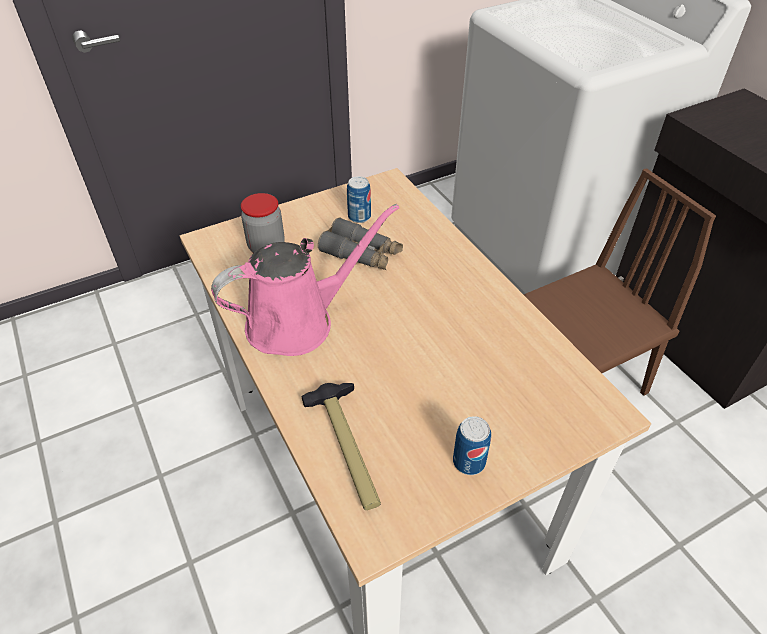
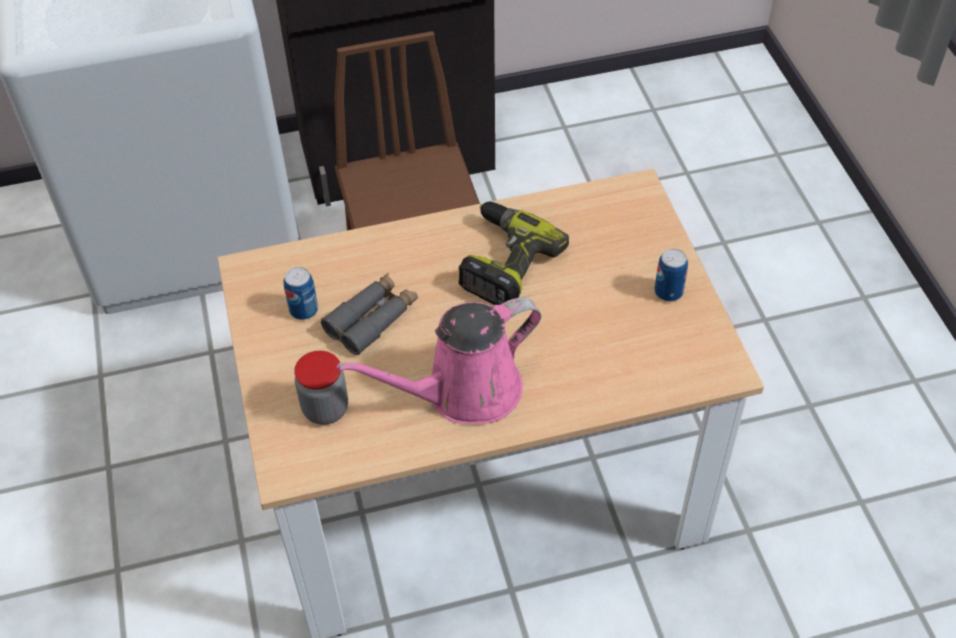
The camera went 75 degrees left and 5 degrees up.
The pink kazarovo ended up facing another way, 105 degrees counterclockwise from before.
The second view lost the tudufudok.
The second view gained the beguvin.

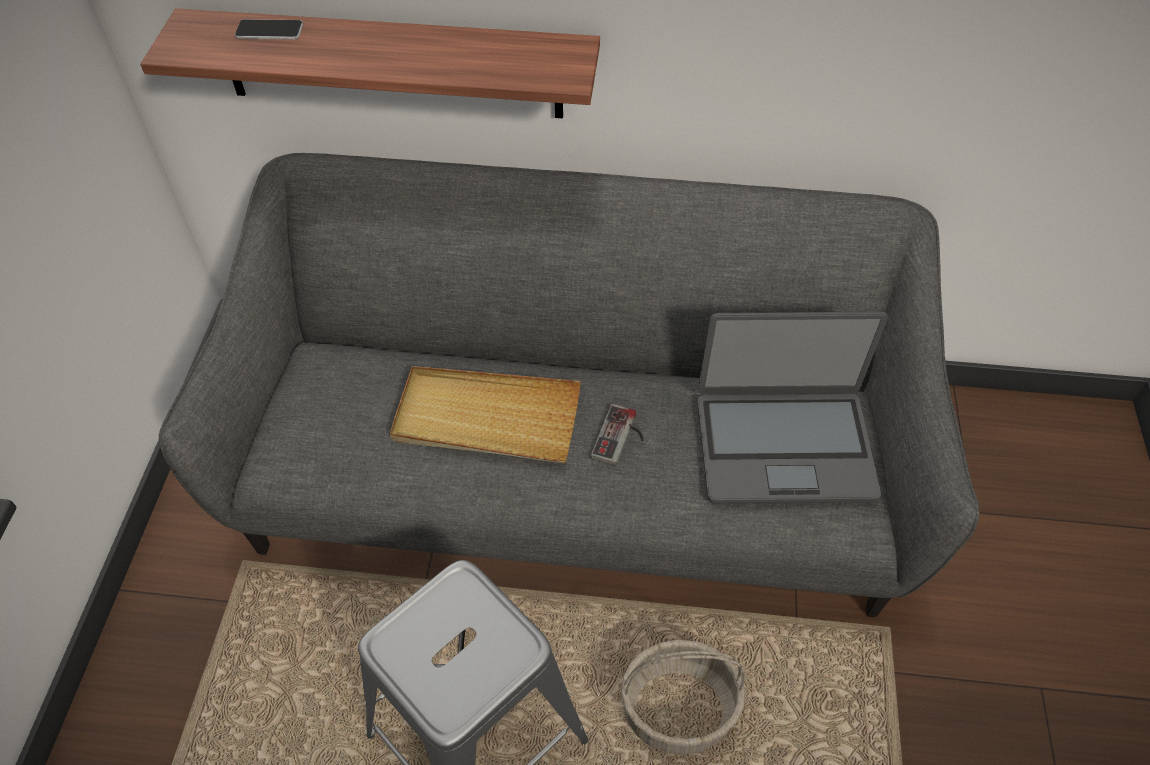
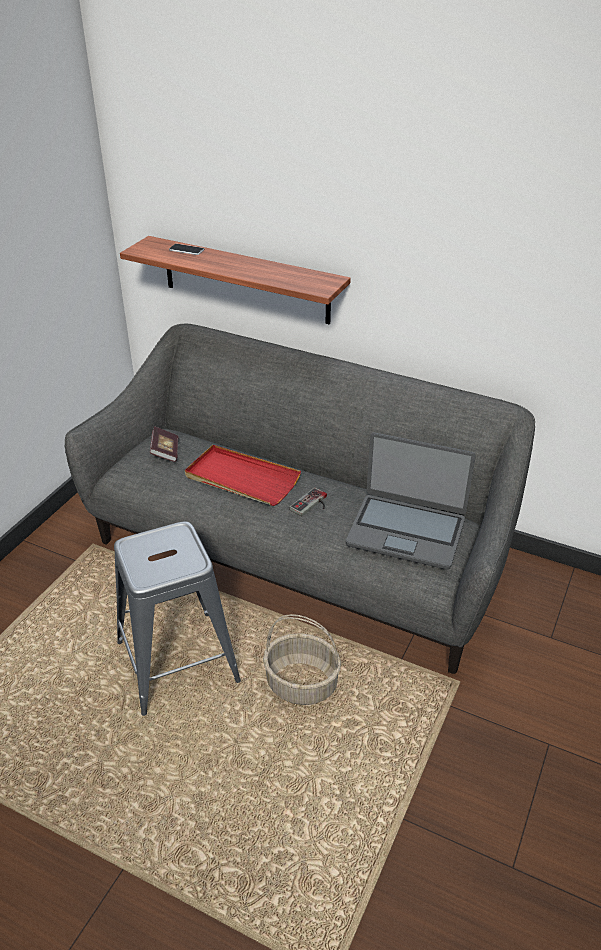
The camera went 20 degrees right and 15 degrees down.
What was the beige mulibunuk turned into the red mulibunuk.
The second view gained the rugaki.

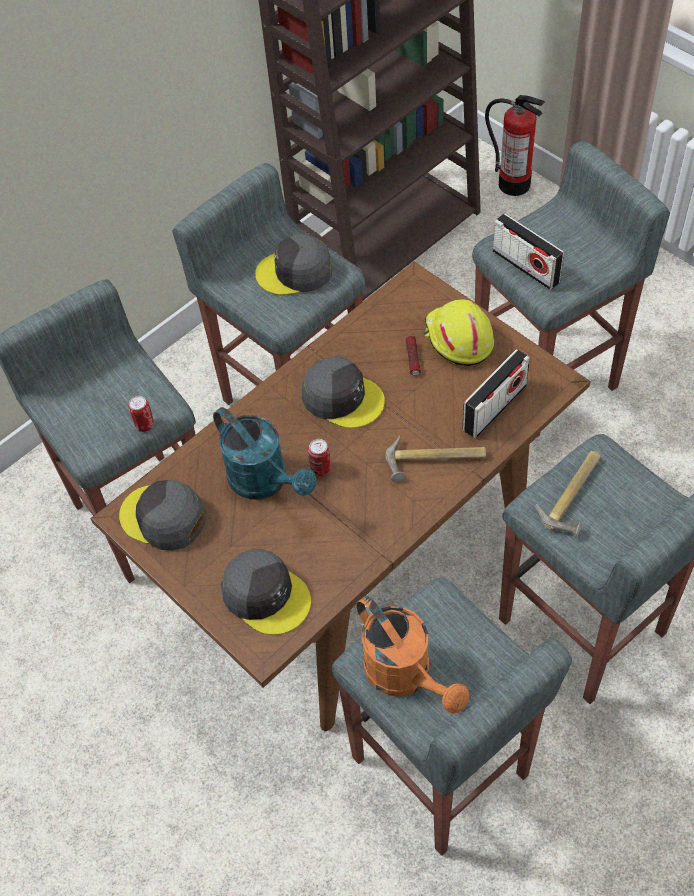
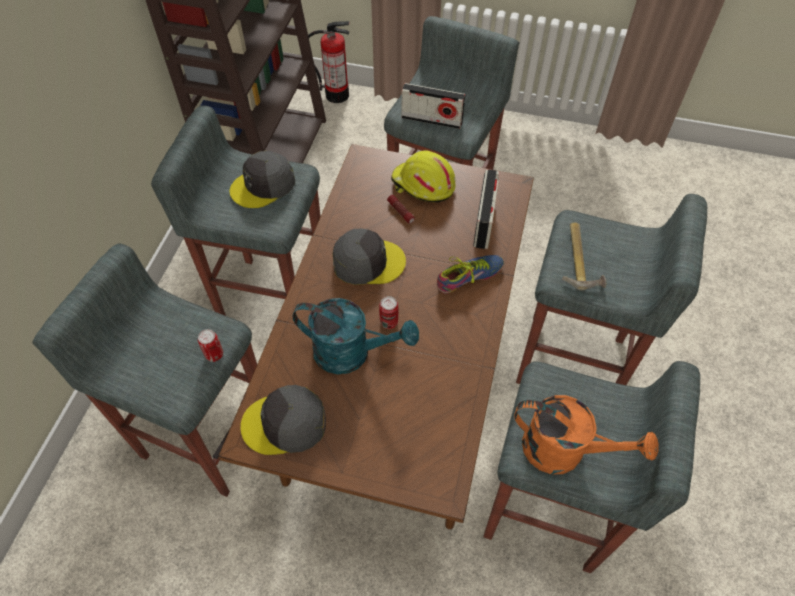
The camera went 35 degrees left and 0 degrees up.
The second view lost the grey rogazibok (2nd from left).
Where the tudufudok (1st from left) stood, the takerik came to stand.

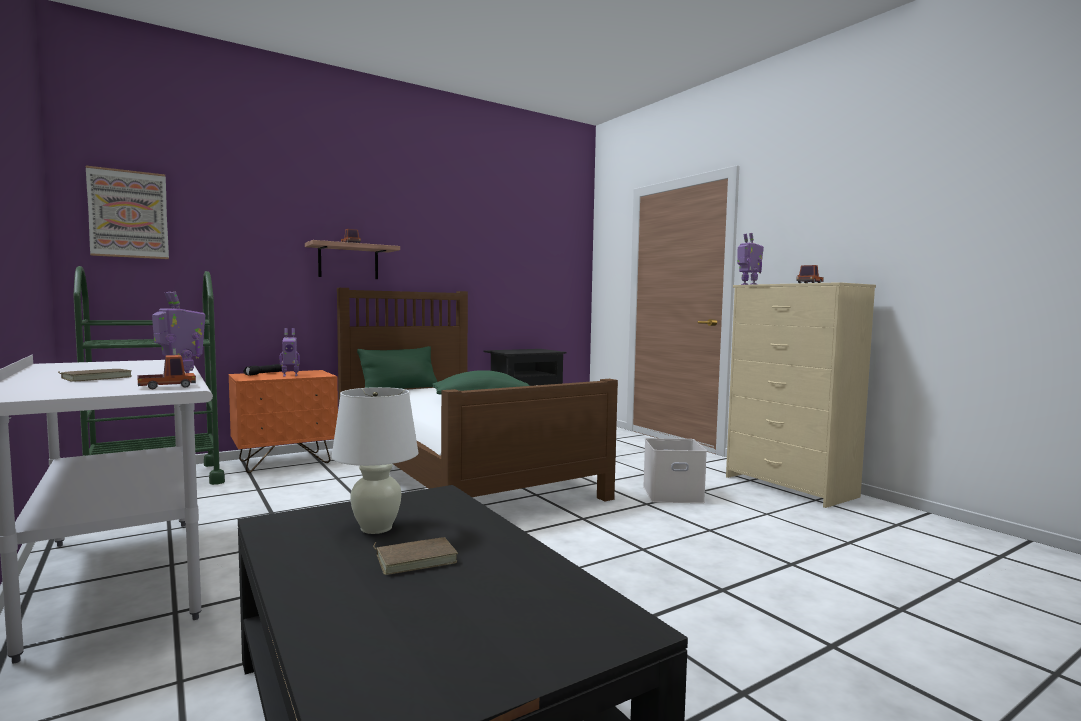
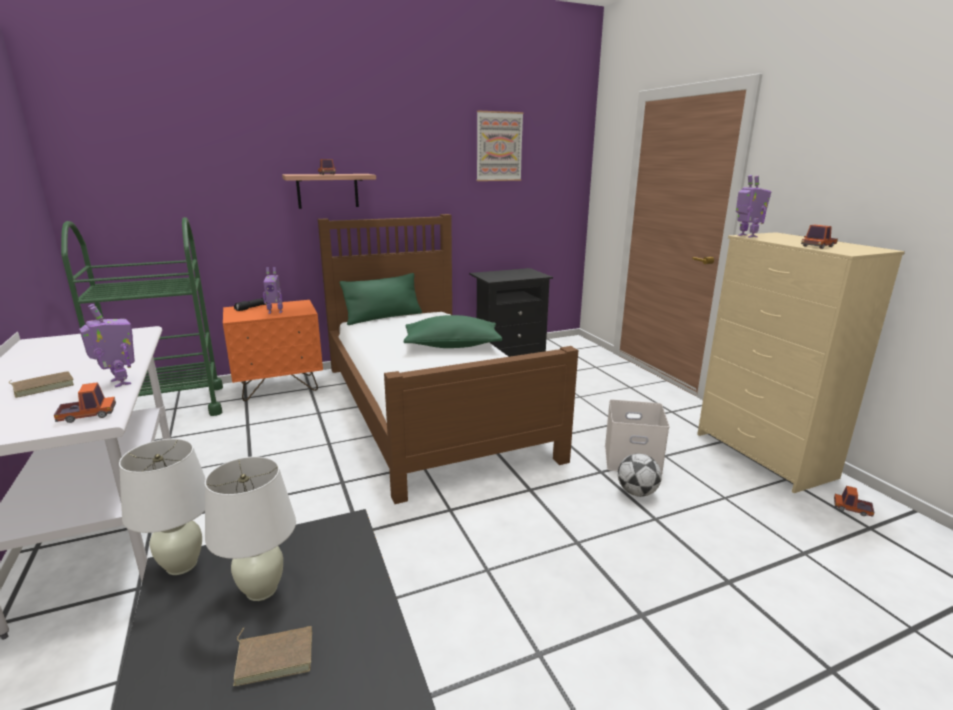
The camera went 10 degrees right and 15 degrees up.
The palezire ended up elsewhere.
The second view gained the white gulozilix (1st from left).
The second view gained the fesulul.
The second view gained the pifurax (4th from left).

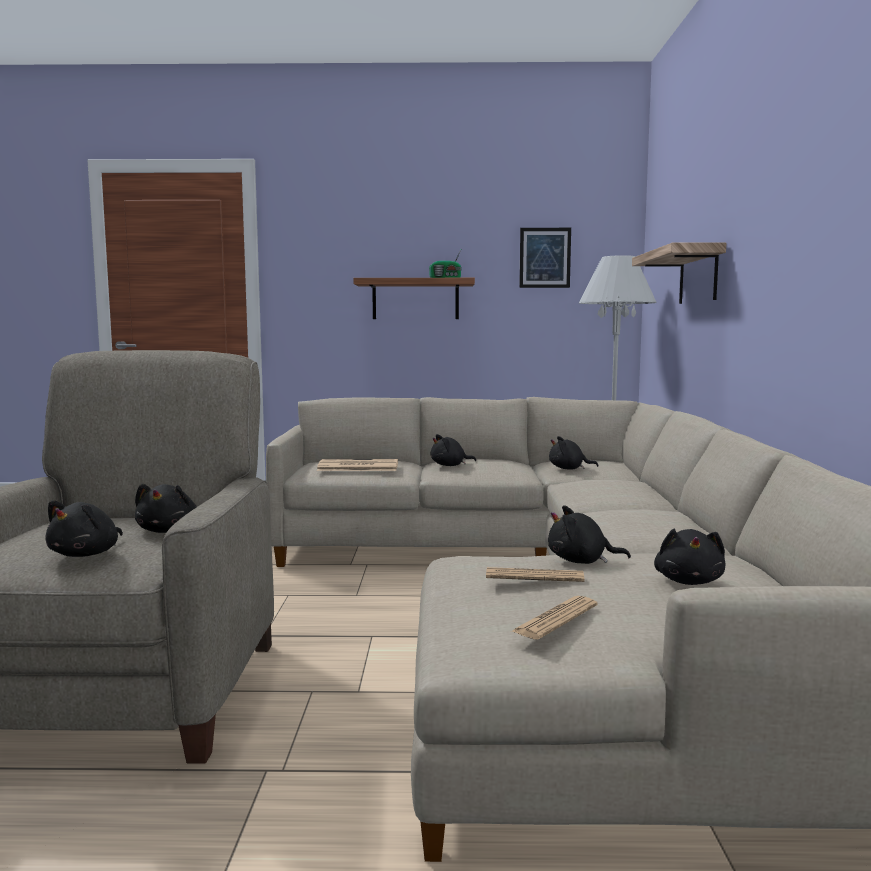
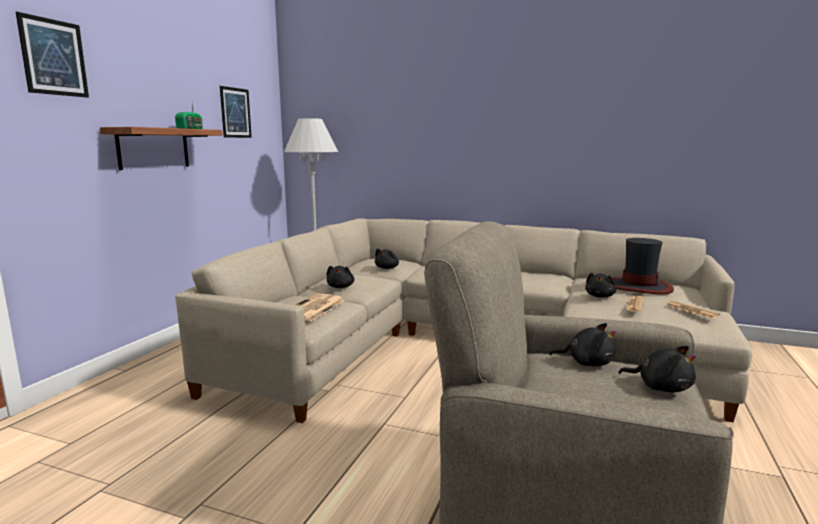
The camera went 70 degrees left and 5 degrees up.
The second view lost the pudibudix (2nd from left).
Where the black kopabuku (6th from left) stood, the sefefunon came to stand.
The second view gained the palezire (1st from left).

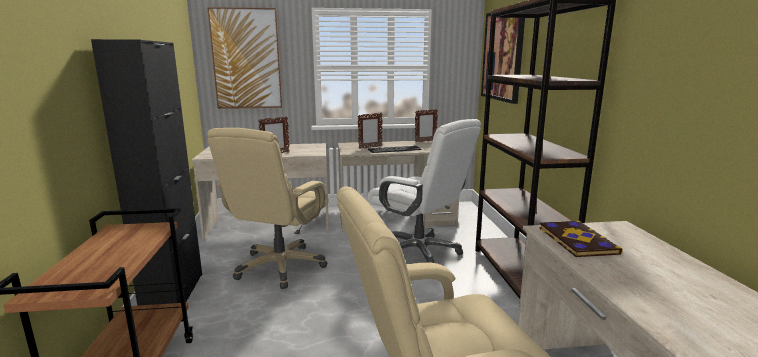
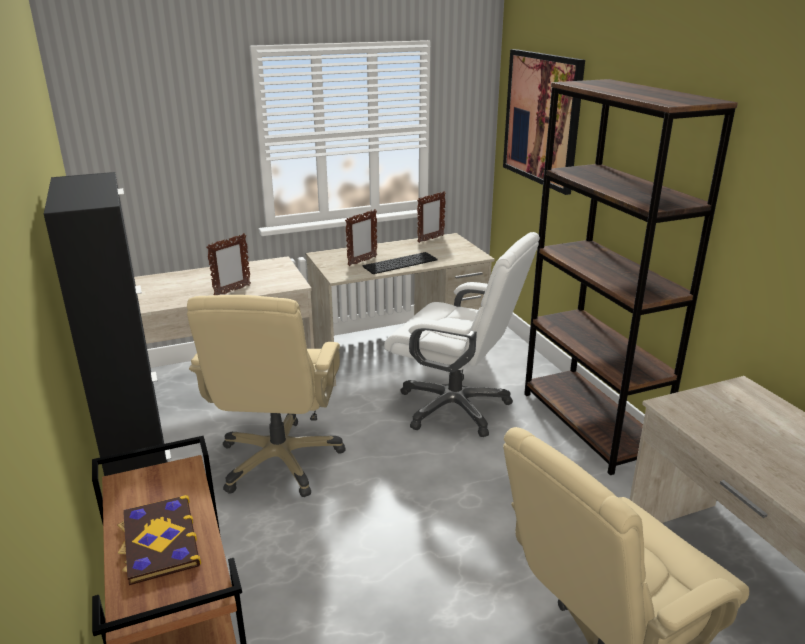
The camera went 15 degrees left and 10 degrees up.
The second view lost the palezire (1st from left).
The rugaki ended up elsewhere.

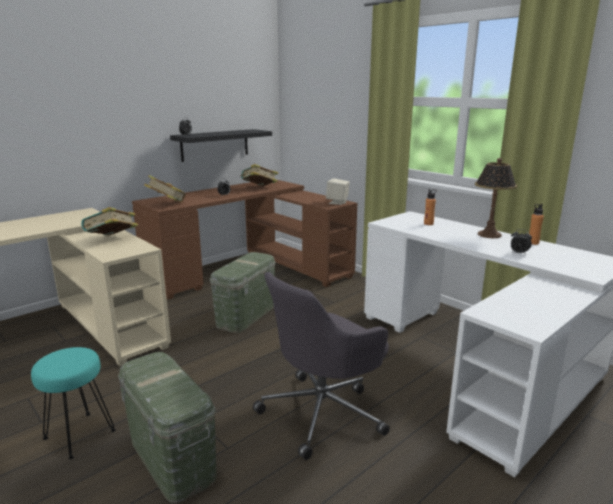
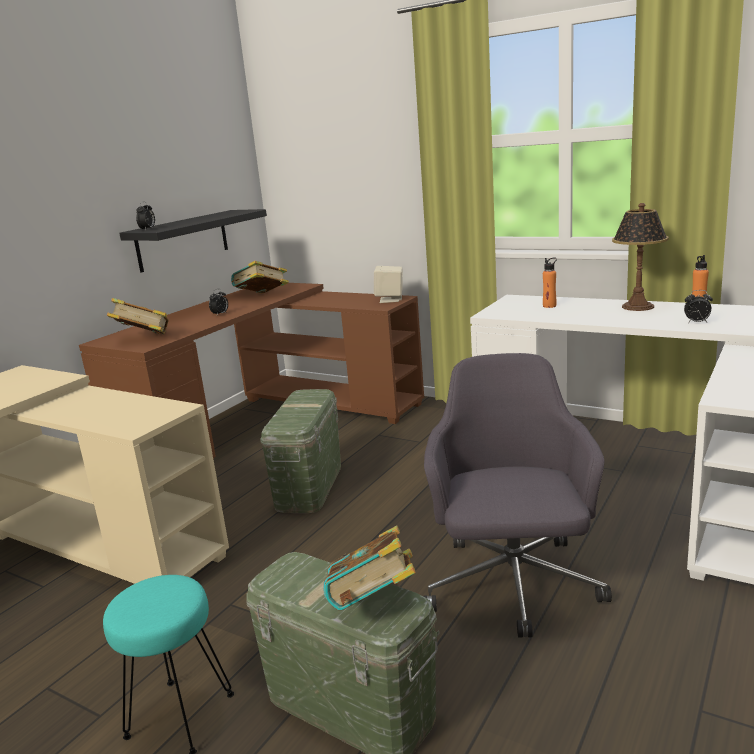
The camera went 15 degrees left and 0 degrees up.
The rugaki (1st from left in the first image) ended up elsewhere.
The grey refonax ended up facing another way, 150 degrees clockwise from before.

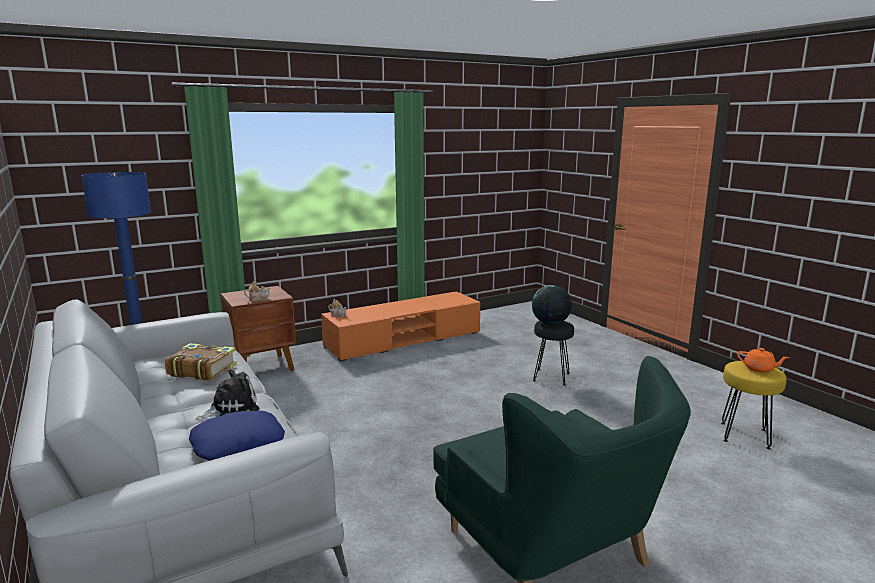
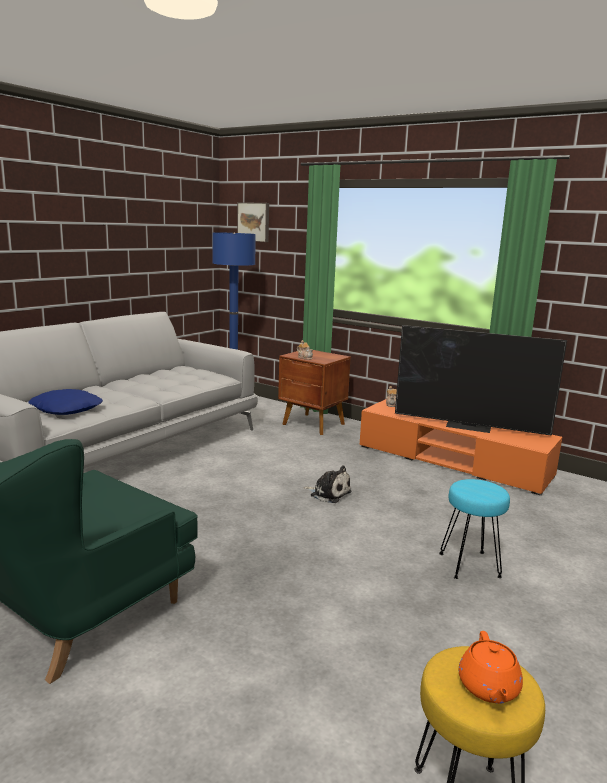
The camera went 65 degrees right and 0 degrees up.
The second view lost the rugaki.
The kopabuku ended up elsewhere.
The second view lost the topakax.
What was the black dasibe turned into the turquoise dasibe.
The second view gained the palezire.
The second view gained the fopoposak.

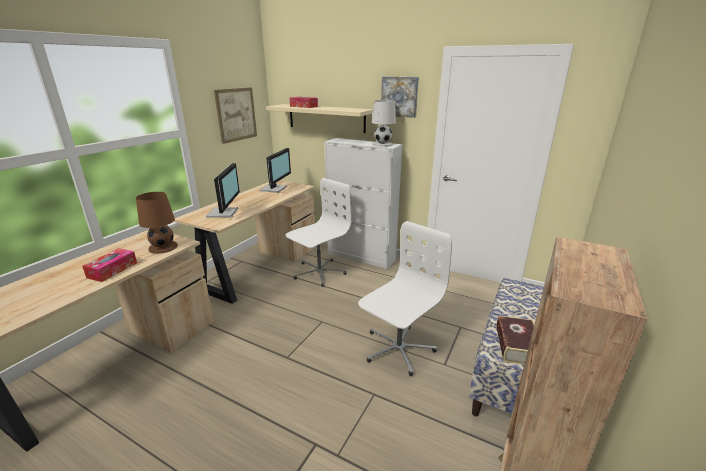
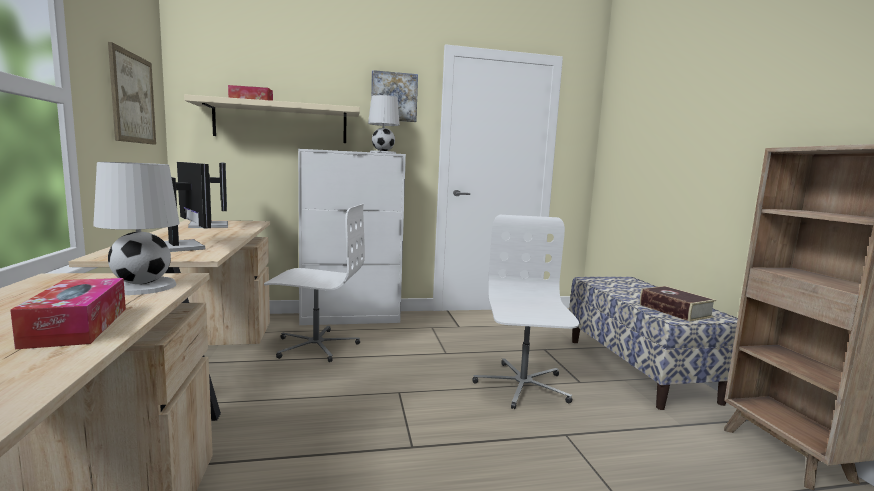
The camera went 40 degrees left and 15 degrees down.
What was the brown gulozilix turned into the white gulozilix (1st from left).
The white refonax (1st from left) ended up facing another way, 90 degrees clockwise from before.

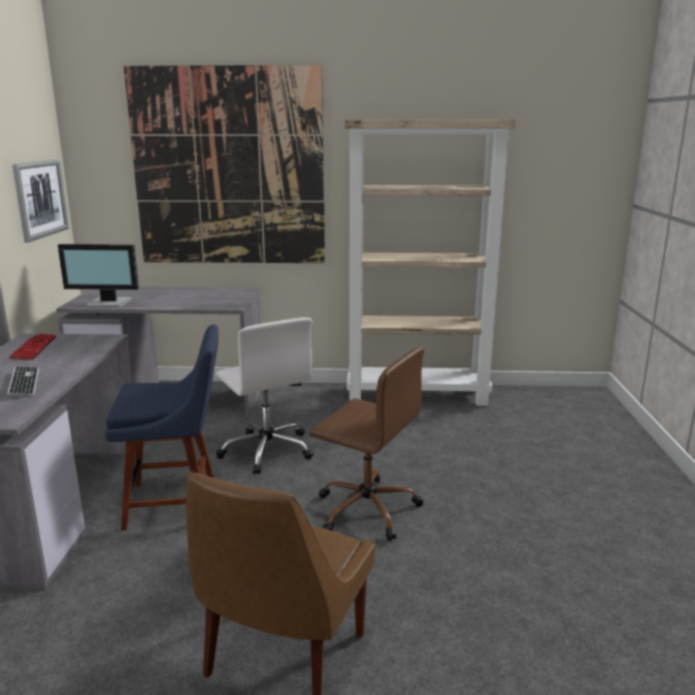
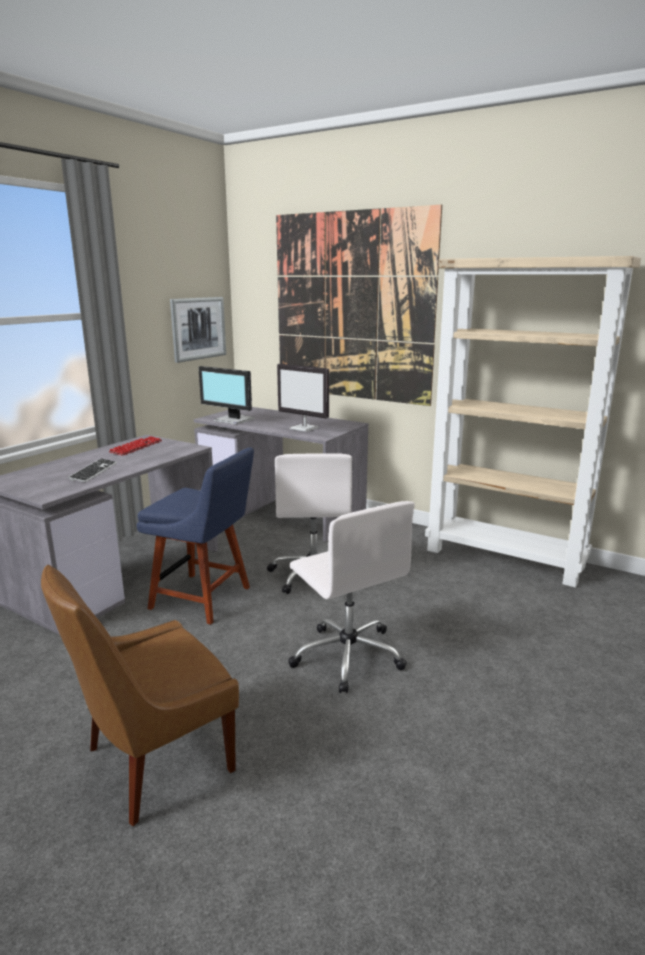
The camera went 30 degrees right and 0 degrees up.
What was the brown refonax turned into the white refonax (2nd from left).
The second view gained the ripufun (2nd from left).

